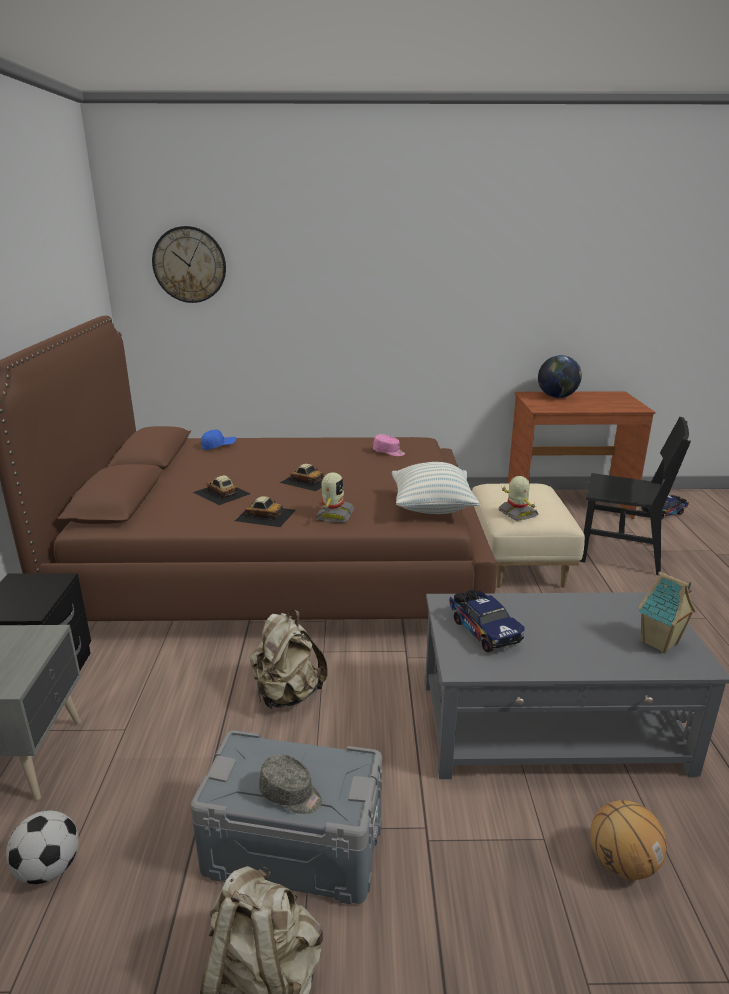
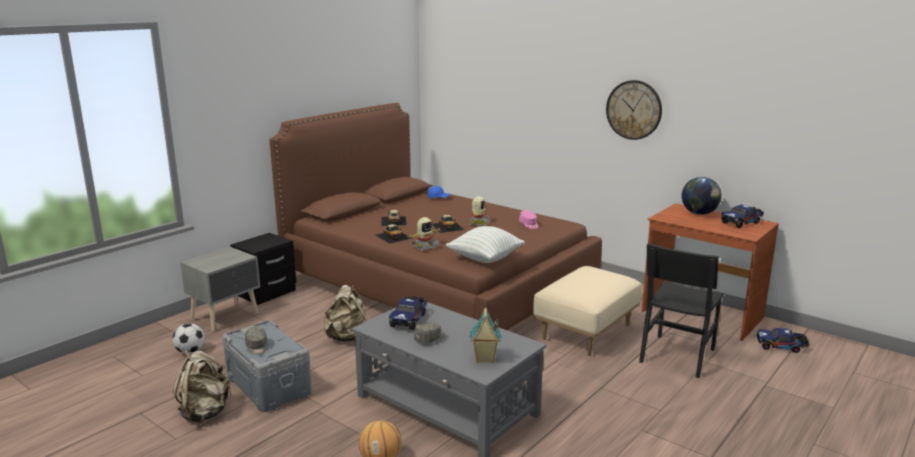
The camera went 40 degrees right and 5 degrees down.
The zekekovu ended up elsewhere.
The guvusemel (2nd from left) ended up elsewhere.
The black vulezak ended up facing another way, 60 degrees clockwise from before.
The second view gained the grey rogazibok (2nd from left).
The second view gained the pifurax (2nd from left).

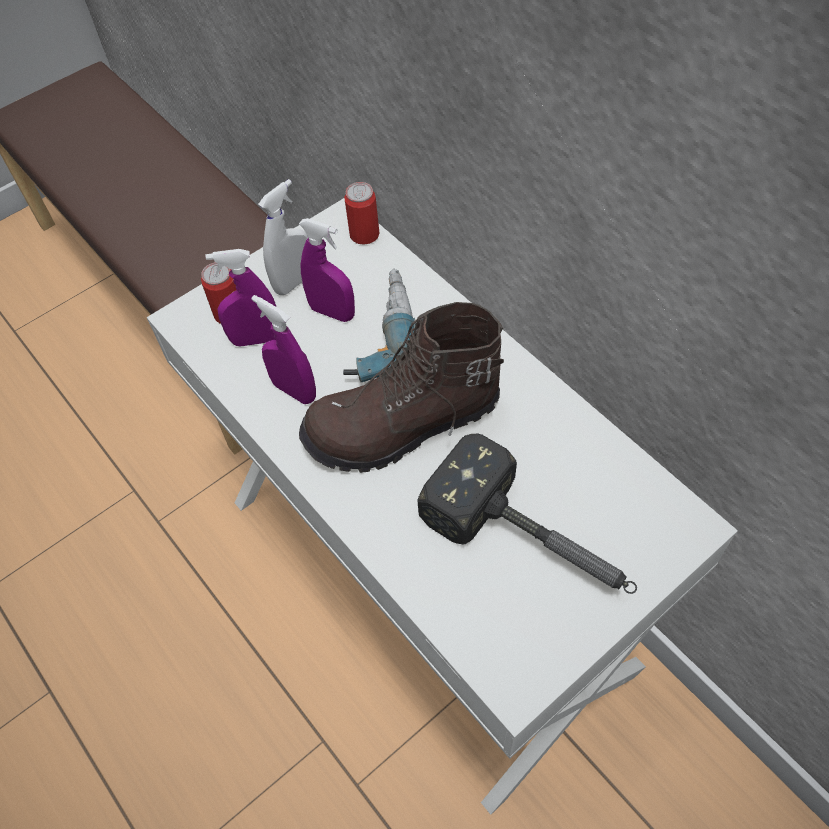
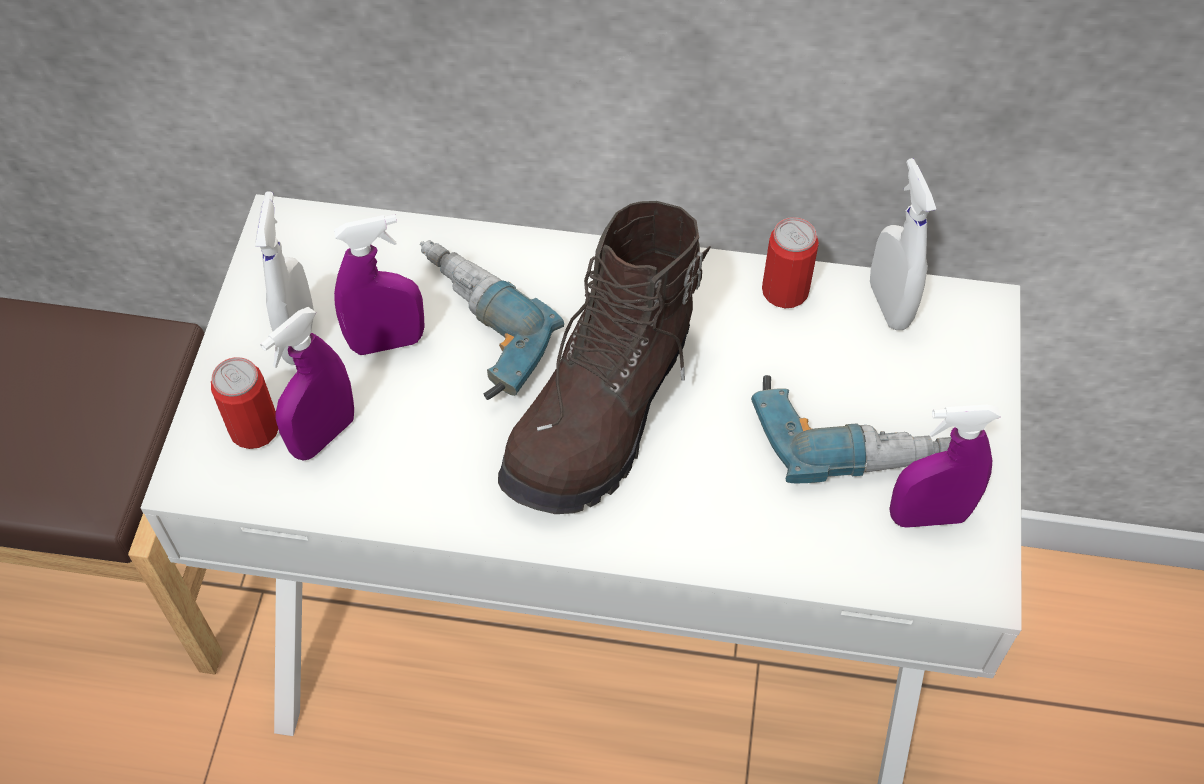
The camera went 45 degrees left and 0 degrees up.
The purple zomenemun (2nd from left in the first image) ended up elsewhere.
The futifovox (2nd from left) ended up elsewhere.
Where the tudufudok stood, the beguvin (2nd from left) came to stand.
The second view gained the white zomenemun (2nd from left).

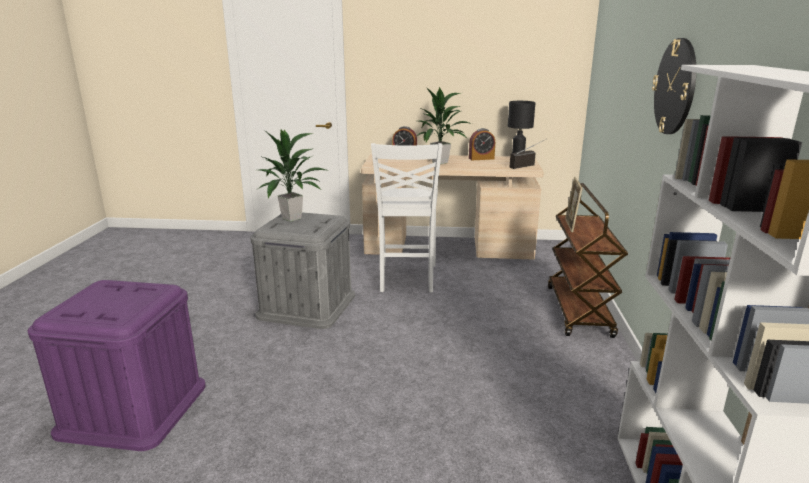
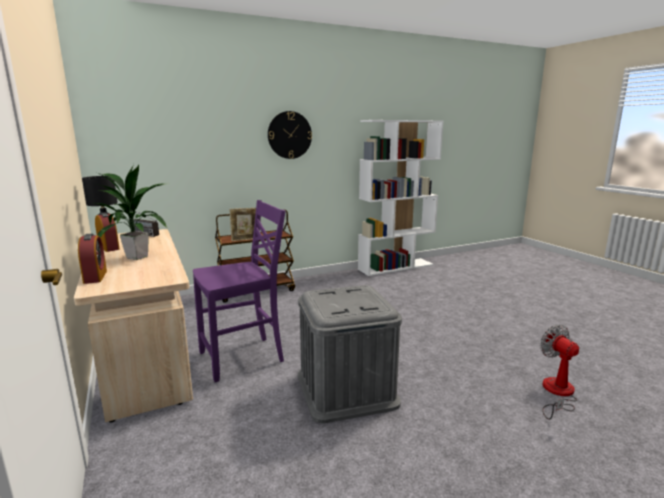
The camera went 120 degrees left and 5 degrees down.
Where the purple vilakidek stood, the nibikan came to stand.
The second view lost the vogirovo (1st from left).
What was the white vulezak turned into the purple vulezak.

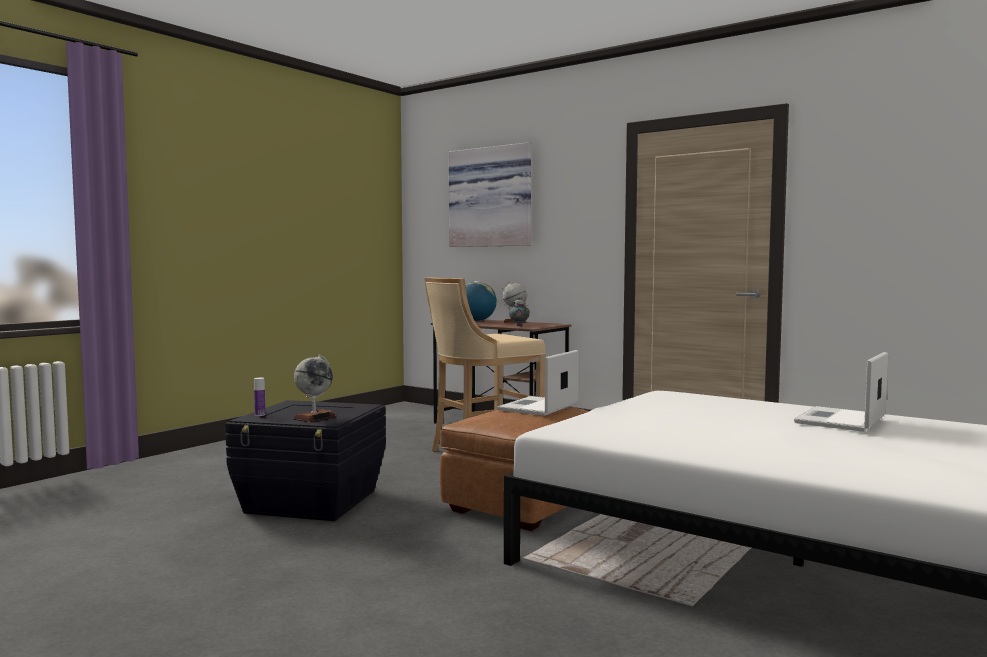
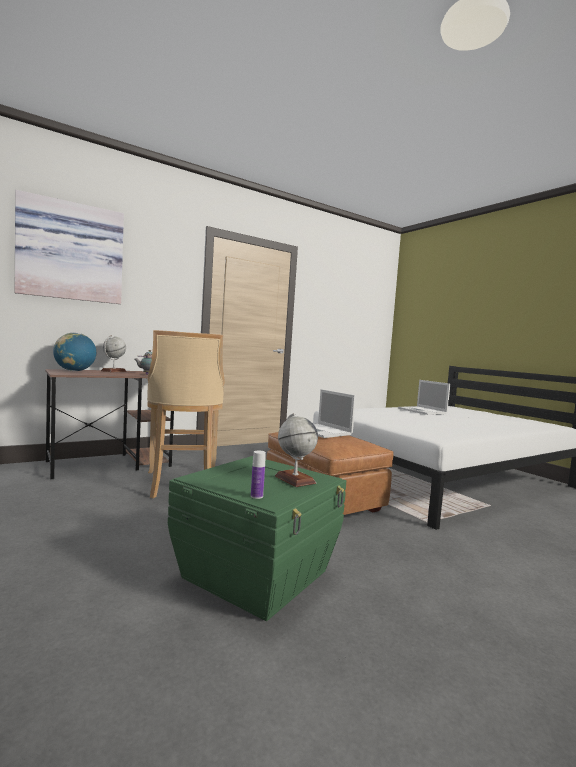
The camera went 70 degrees left and 0 degrees up.
What was the black vilakidek turned into the green vilakidek.

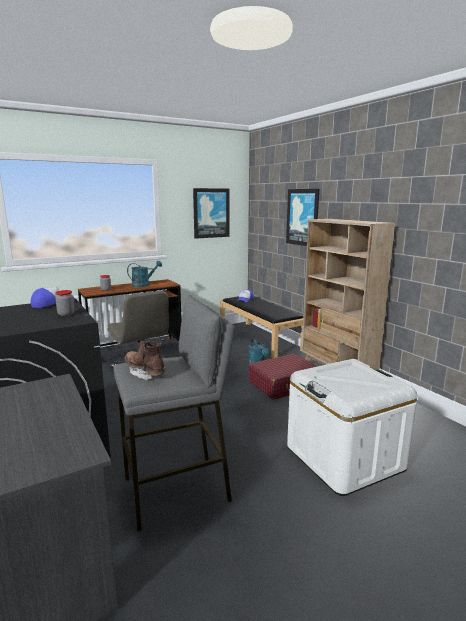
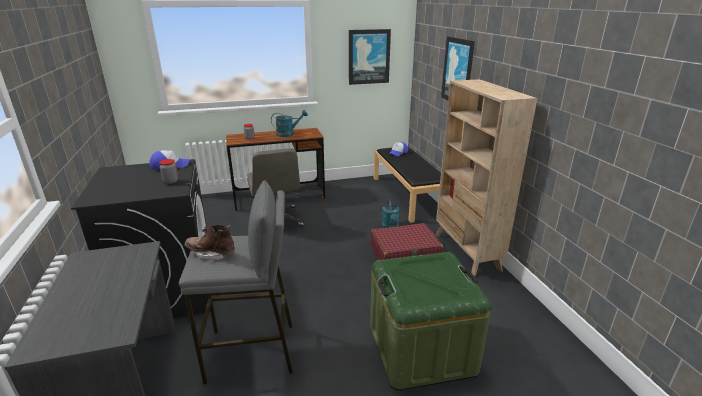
The camera went 15 degrees right and 10 degrees up.
The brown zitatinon ended up facing another way, 45 degrees counterclockwise from before.
What was the white vilakidek turned into the green vilakidek.

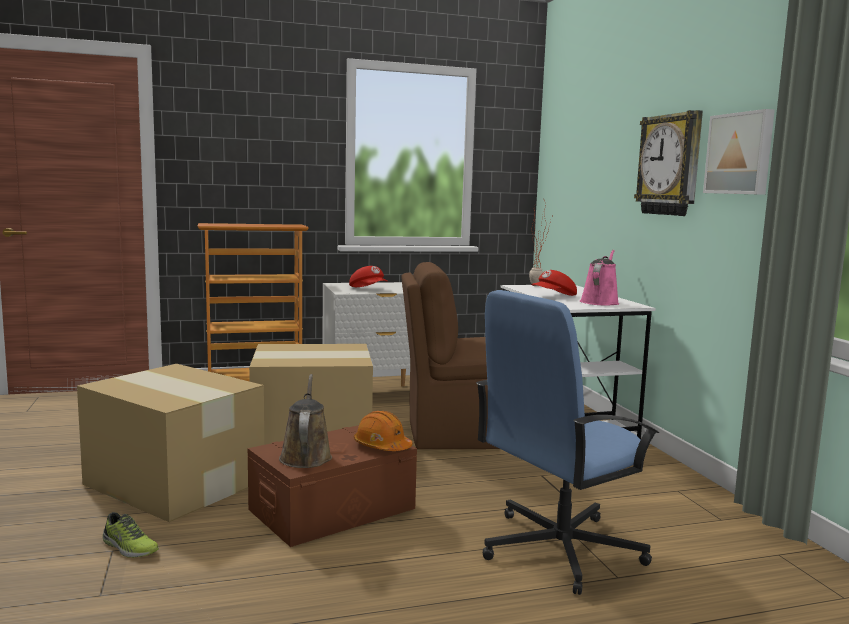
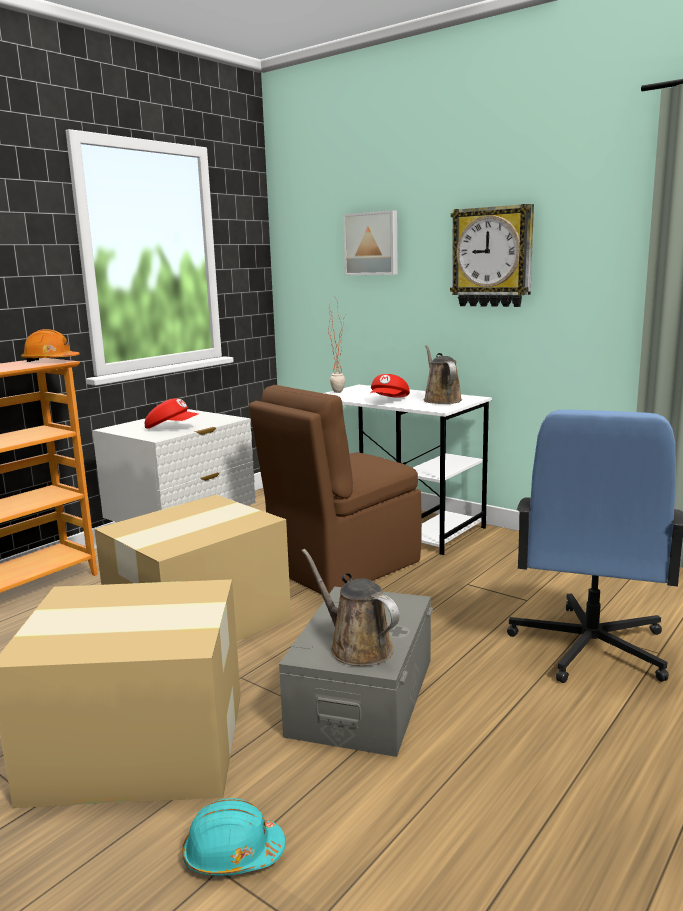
The camera went 35 degrees left and 5 degrees up.
Where the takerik stood, the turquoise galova came to stand.
What was the brown vilakidek turned into the grey vilakidek.
The orange galova ended up elsewhere.
What was the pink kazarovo turned into the brown kazarovo (2nd from left).
The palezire ended up elsewhere.

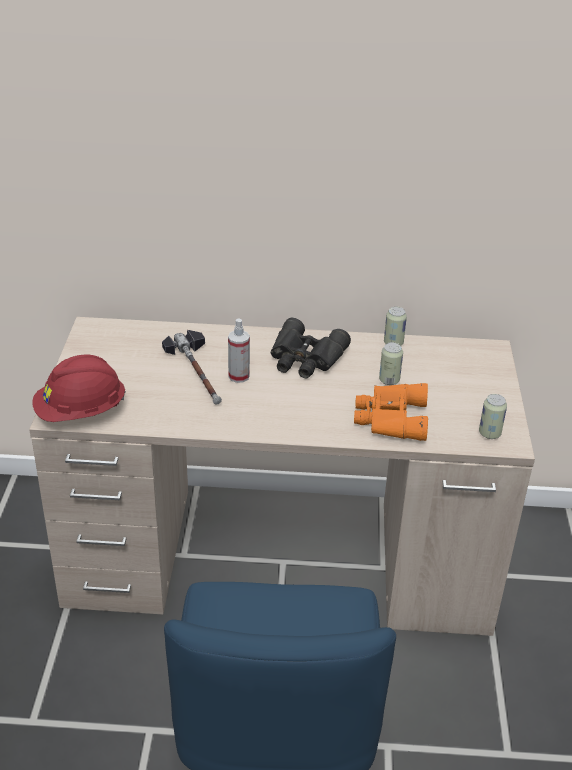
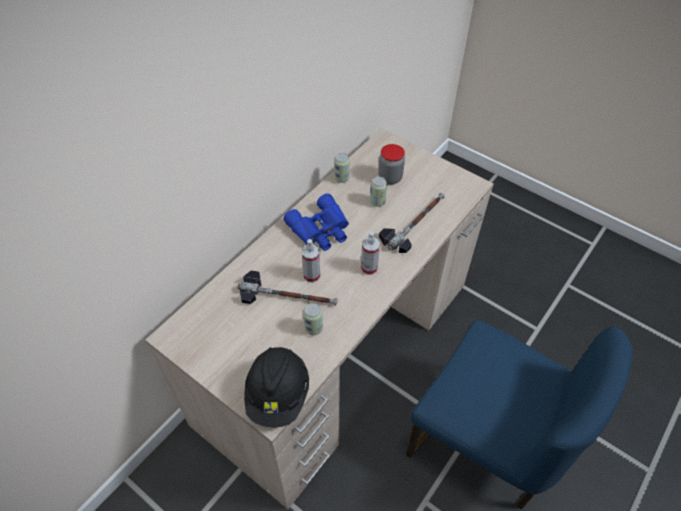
The camera went 55 degrees left and 15 degrees up.
What was the red galova turned into the black galova.
What was the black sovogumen turned into the blue sovogumen.
Where the orange sovogumen stood, the tudufudok (2nd from left) came to stand.
The futifovox (3rd from left in the first image) ended up elsewhere.
The second view gained the zomenemun (2nd from left).
The second view gained the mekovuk.

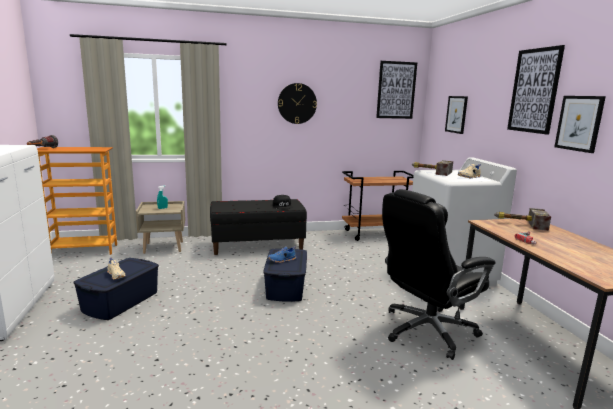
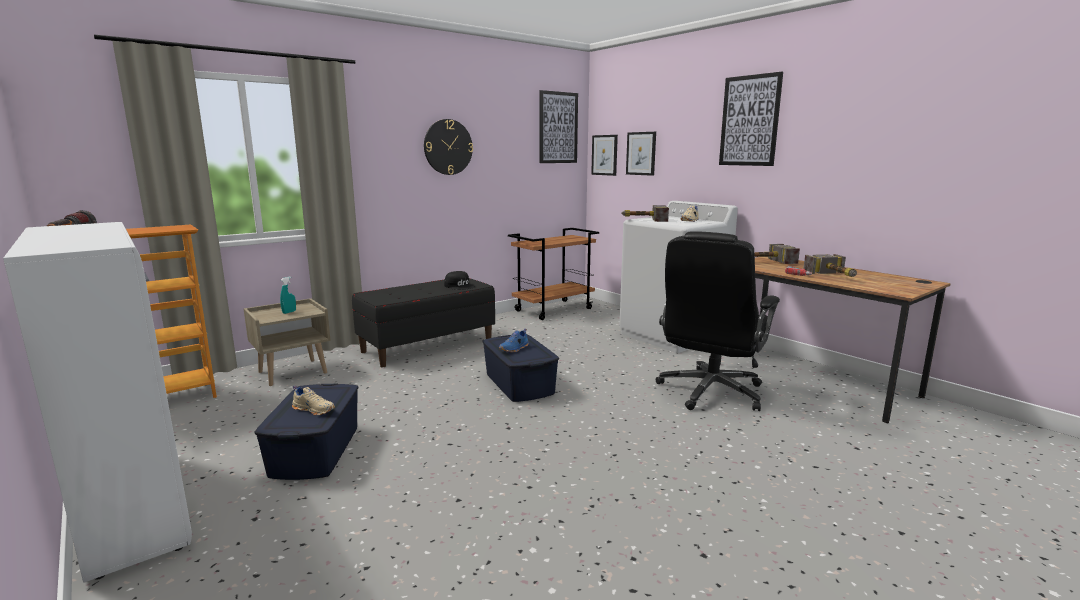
The camera went 25 degrees left and 0 degrees up.
The palezire (4th from left in the first image) ended up elsewhere.
The second view gained the tudufudok (3rd from left).

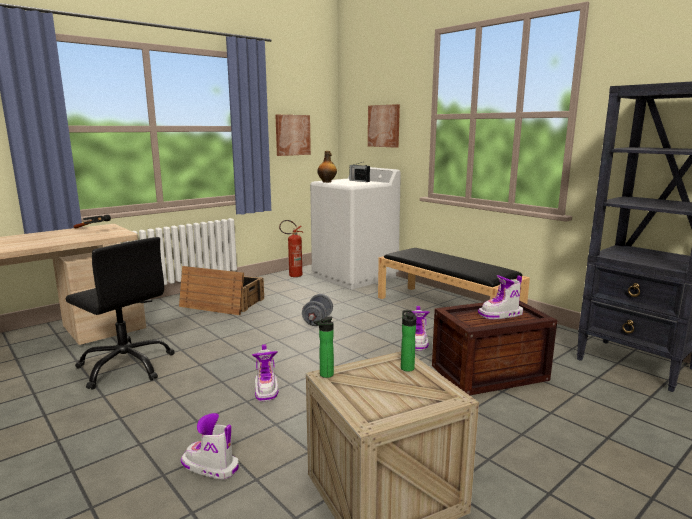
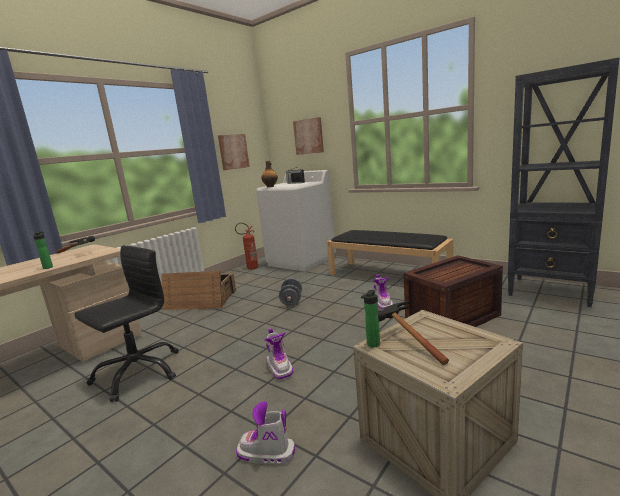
The camera went 10 degrees left and 0 degrees up.
The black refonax ended up facing another way, 75 degrees counterclockwise from before.
The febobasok (3rd from left in the first image) ended up elsewhere.
The second view lost the zitatinon (4th from left).
The second view gained the tudufudok (2nd from left).

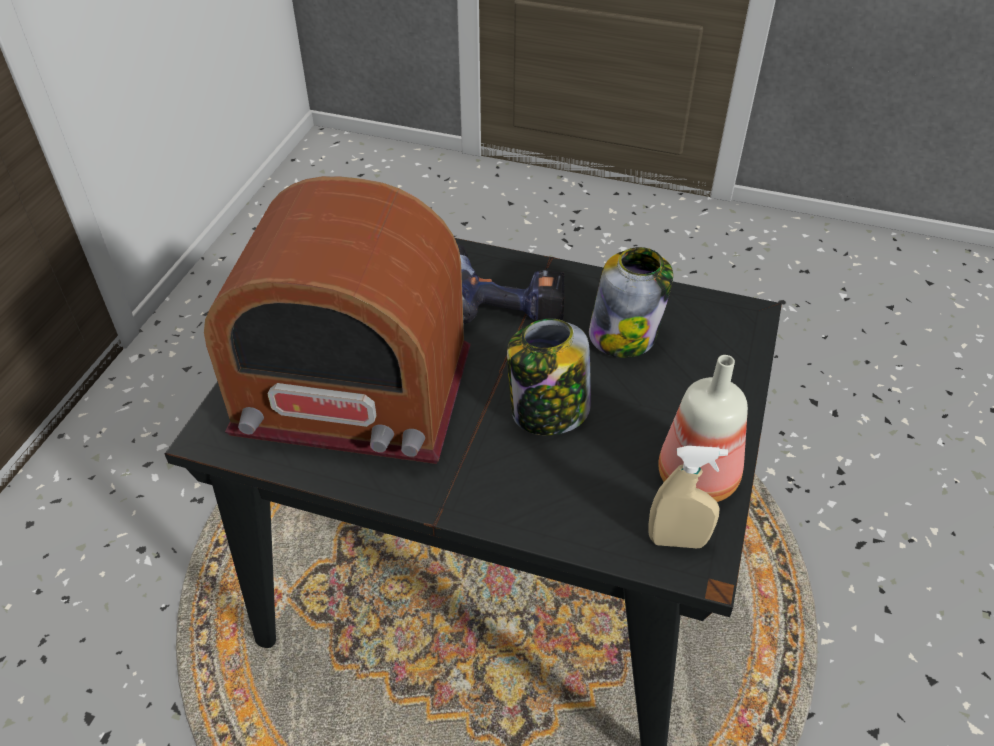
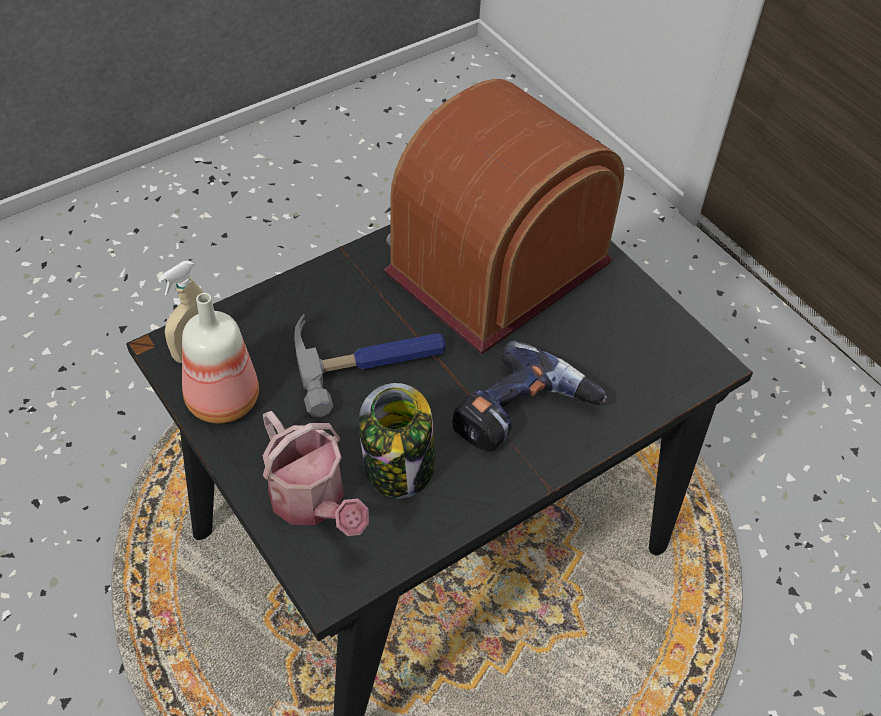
The camera went 125 degrees right and 5 degrees up.
Where the mekovuk (1st from left) stood, the tudufudok came to stand.
The second view gained the kazarovo.

